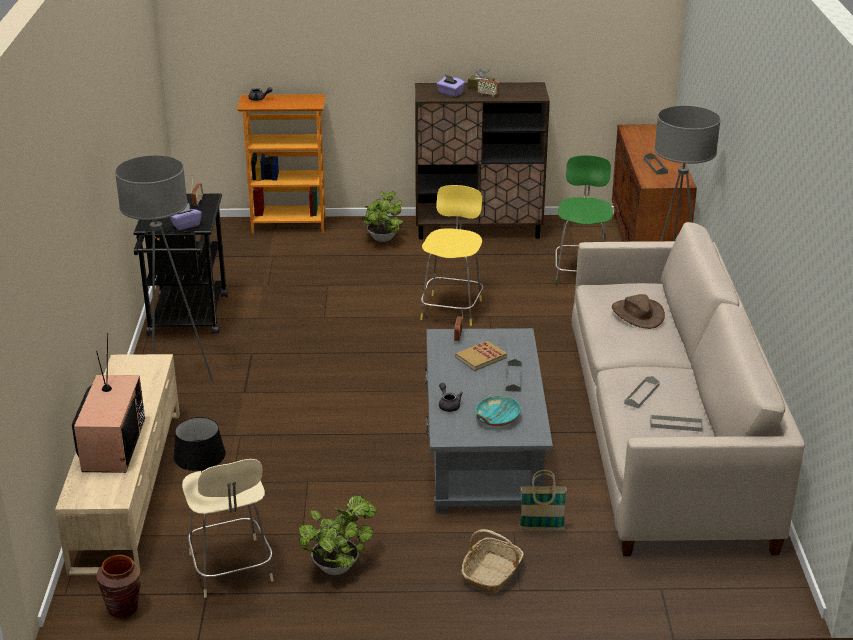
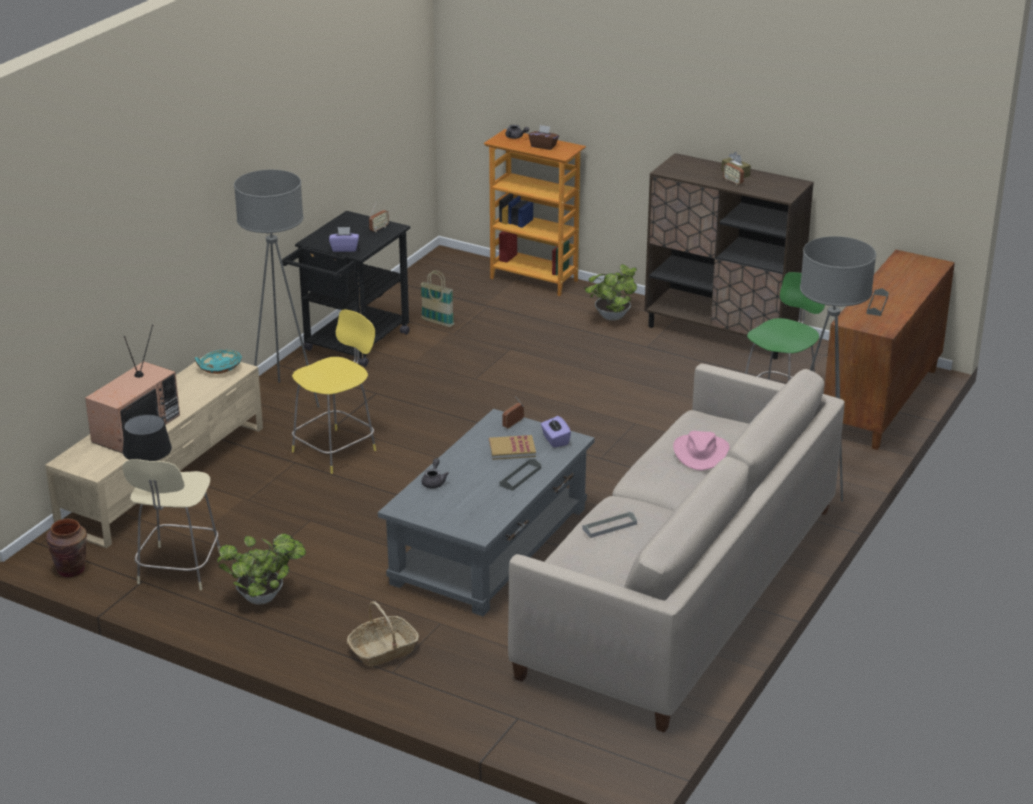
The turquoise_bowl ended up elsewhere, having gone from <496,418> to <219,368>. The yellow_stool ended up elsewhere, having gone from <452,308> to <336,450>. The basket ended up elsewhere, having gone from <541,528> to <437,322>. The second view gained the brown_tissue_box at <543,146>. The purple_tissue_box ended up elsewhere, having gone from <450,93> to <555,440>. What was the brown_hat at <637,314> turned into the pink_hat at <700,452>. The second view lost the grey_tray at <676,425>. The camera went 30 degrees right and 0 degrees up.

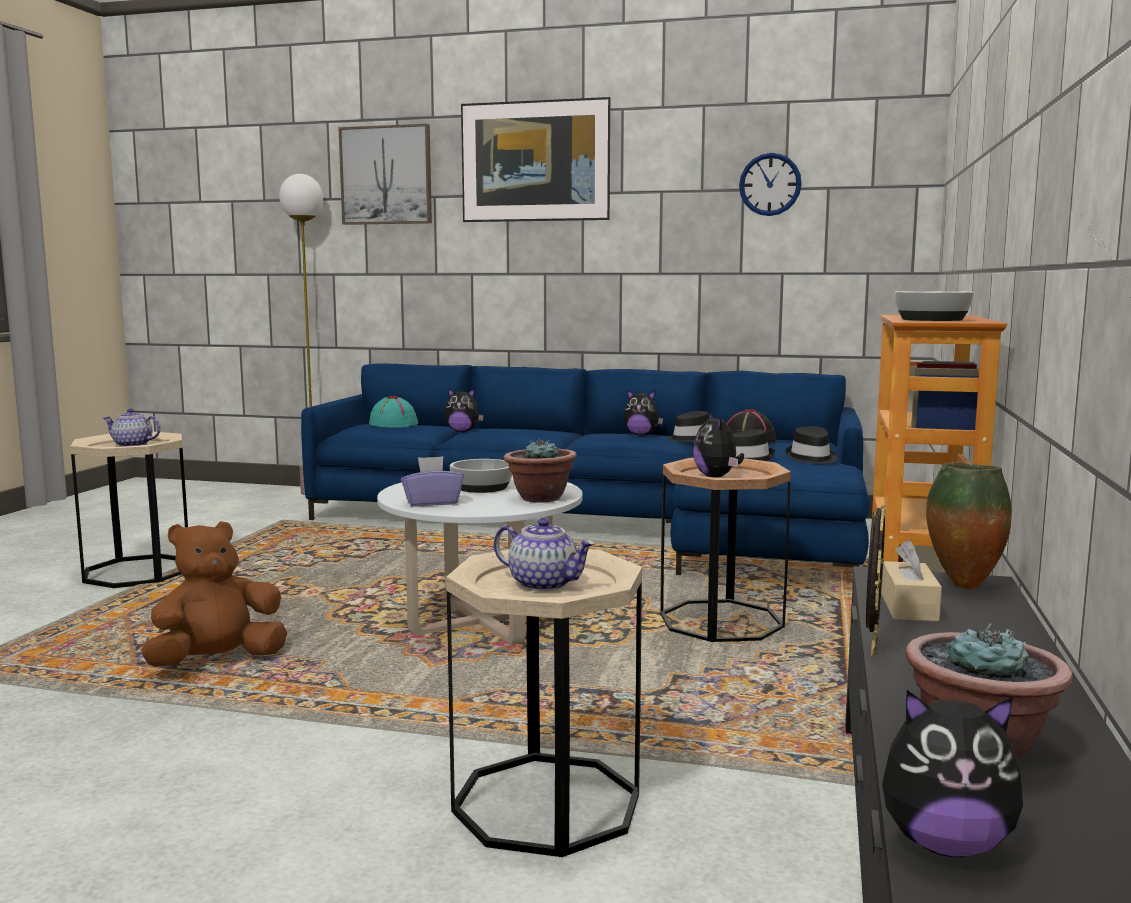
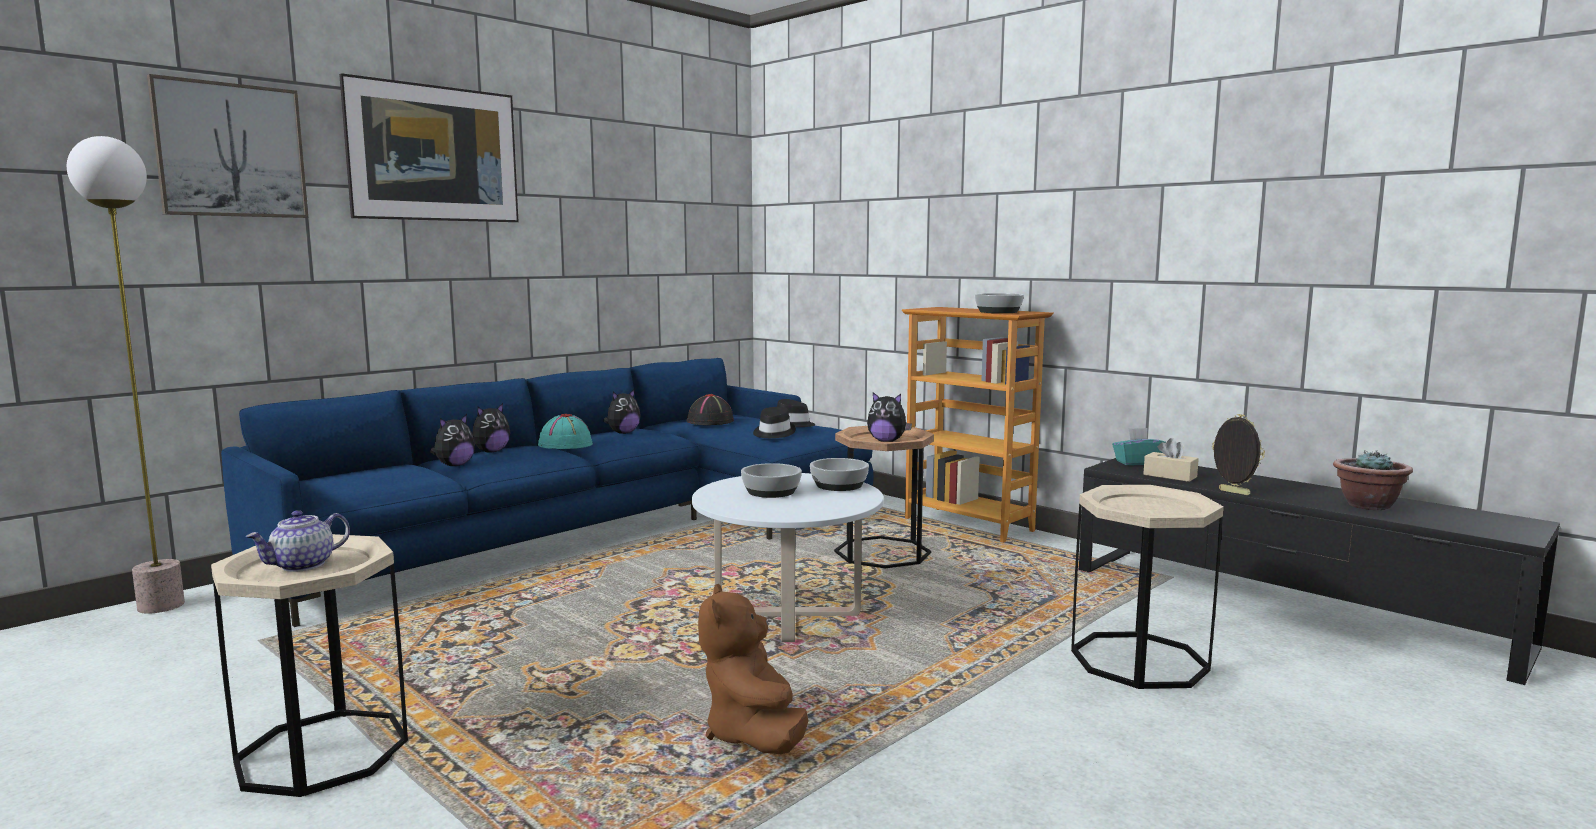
The plush_toy ended up elsewhere, having gone from <945,844> to <491,452>. The turquoise_hat ended up elsewhere, having gone from <393,424> to <565,445>. Where the potted_plant stood at <540,498>, the bowl came to stand at <839,485>. Where the vase stood at <961,585>, the turquoise_tissue_box came to stand at <1137,463>. The second view lost the purple_tissue_box at <432,502>. The second view lost the teapot at <544,584>. The second view lost the black_hat at <690,438>. The second view lost the wall_clock at <770,184>. The camera went 60 degrees left and 0 degrees up.

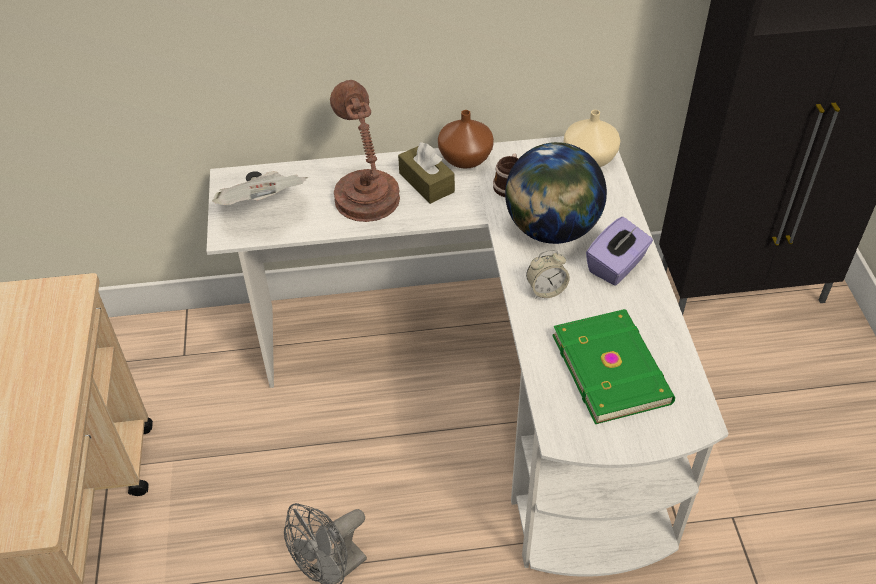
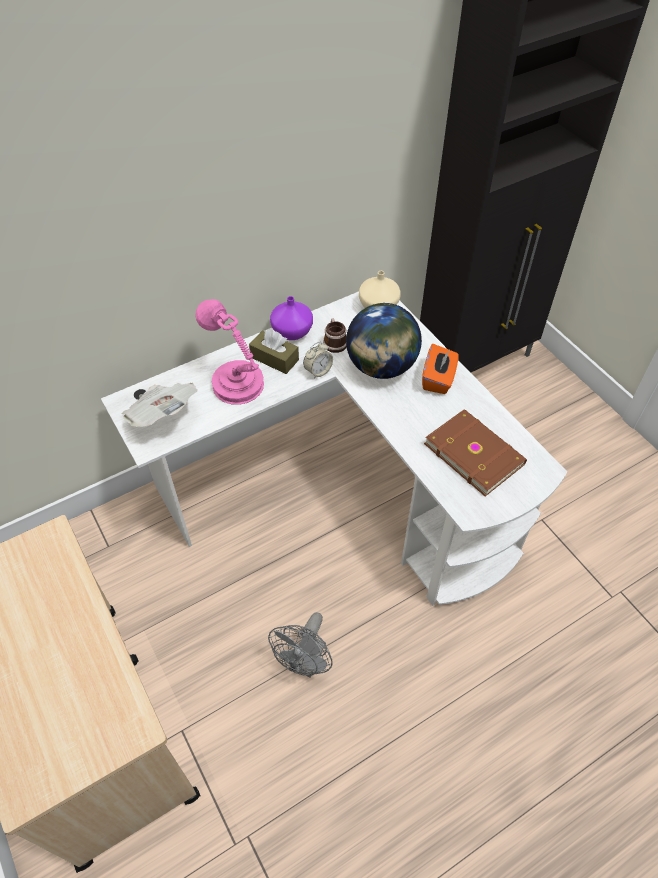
What was the brown_table_lamp at <365,195> turned into the pink_table_lamp at <235,382>. What was the brown_vase at <464,159> turned into the purple_vase at <292,332>. The alarm_clock ended up elsewhere, having gone from <546,290> to <318,371>. What was the purple_tissue_box at <616,266> turned into the orange_tissue_box at <438,379>. What was the green_book at <612,368> turned into the brown_book at <474,453>. The camera went 25 degrees left and 5 degrees up.

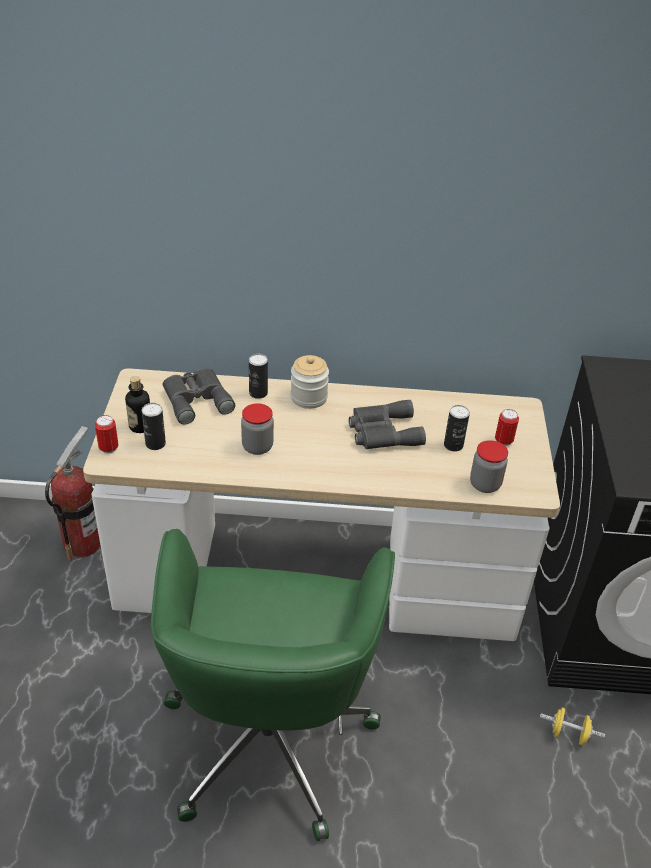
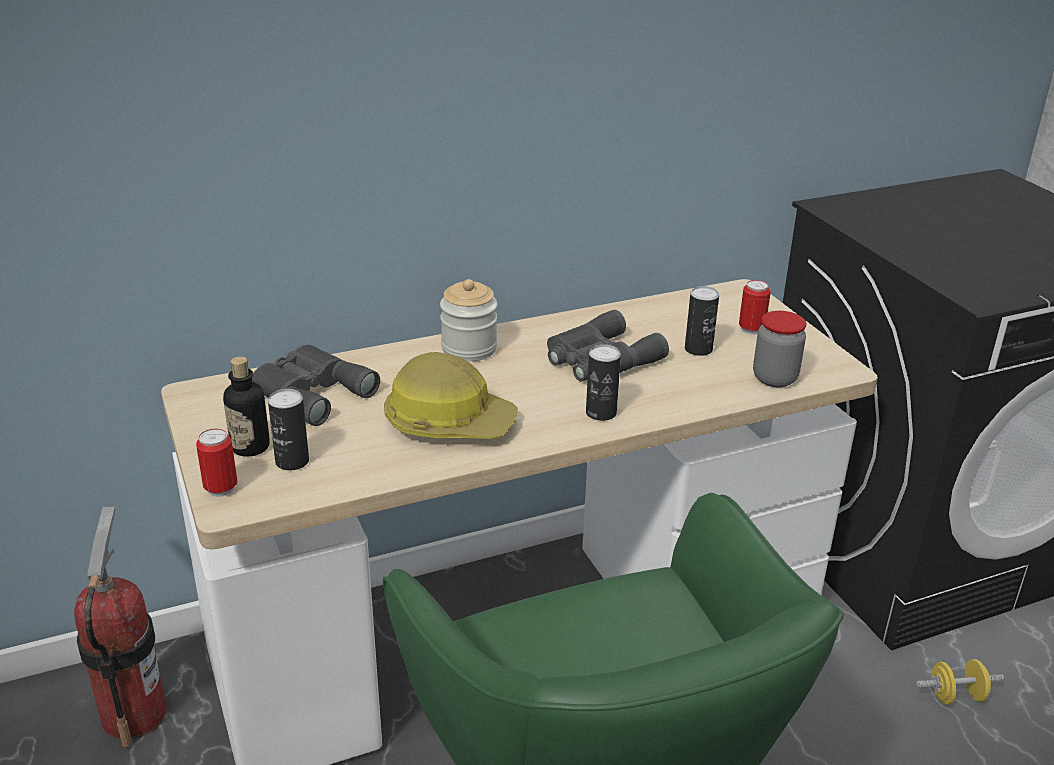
Where the jar stood at <257,447>, the hard_hat came to stand at <448,422>. The can ended up elsewhere, having gone from <258,393> to <601,413>. The camera went 25 degrees left and 10 degrees down.

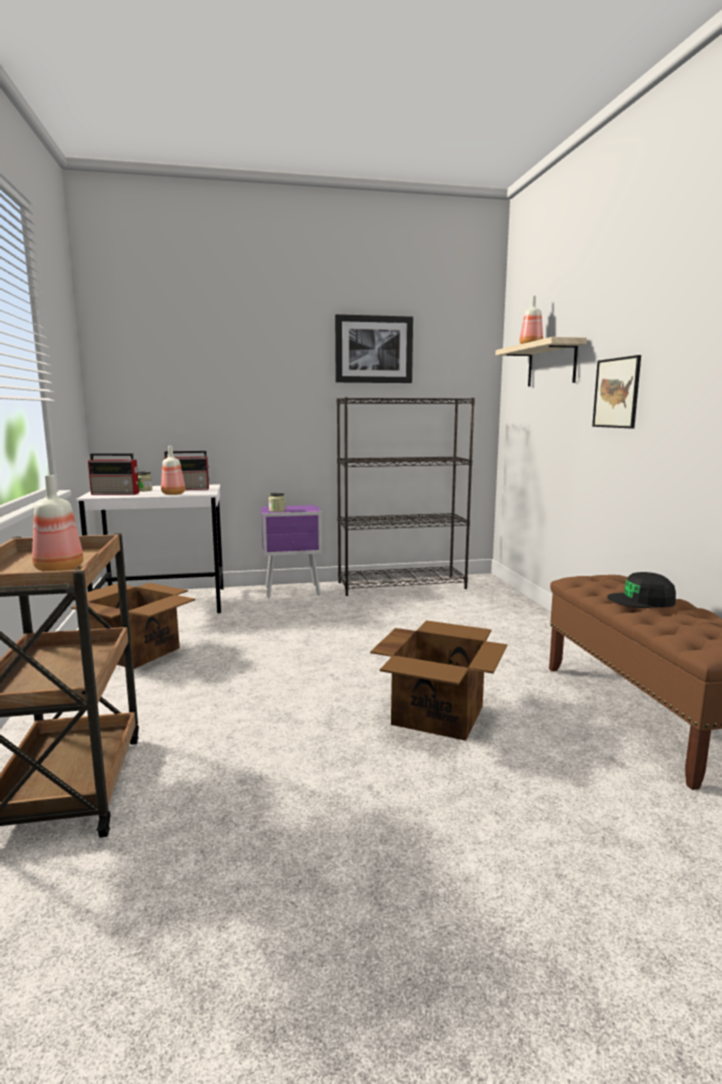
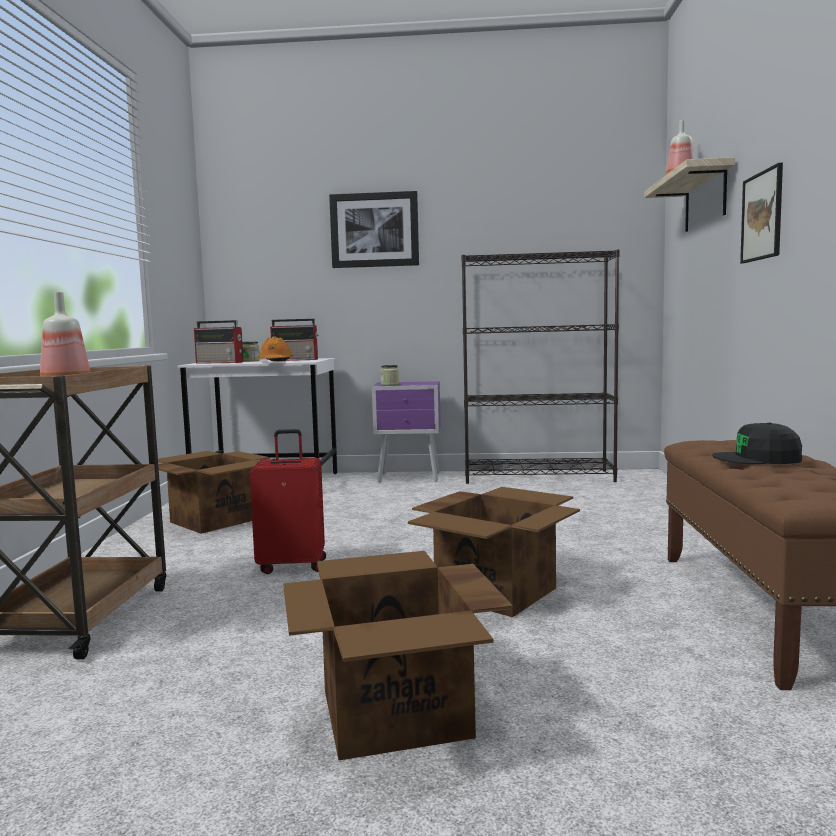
The second view gained the red_suitcase at <293,566>. Where the bottle stood at <174,494>, the orange_hard_hat came to stand at <275,362>. The second view gained the cardboard_box at <394,714>. The picture ended up elsewhere, having gone from <373,349> to <374,230>. The camera went 15 degrees right and 5 degrees down.

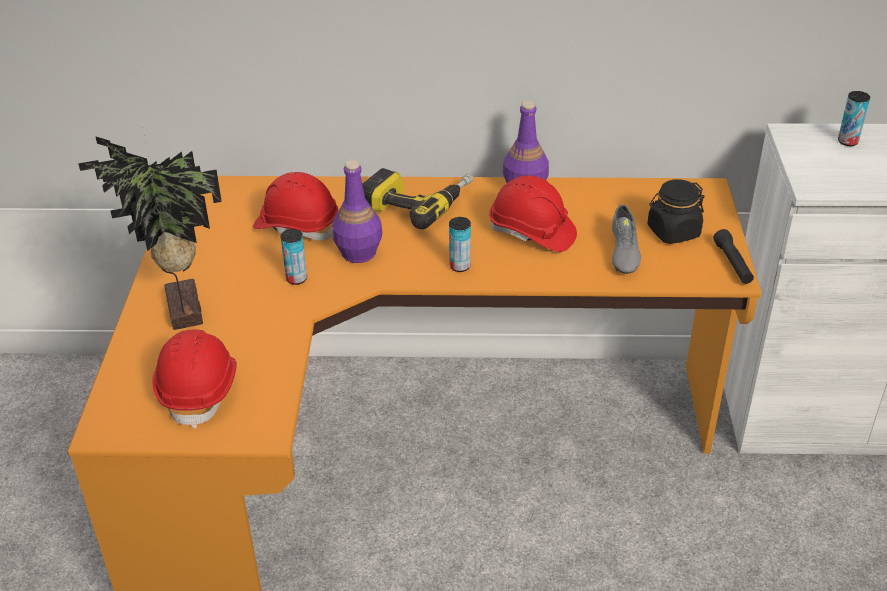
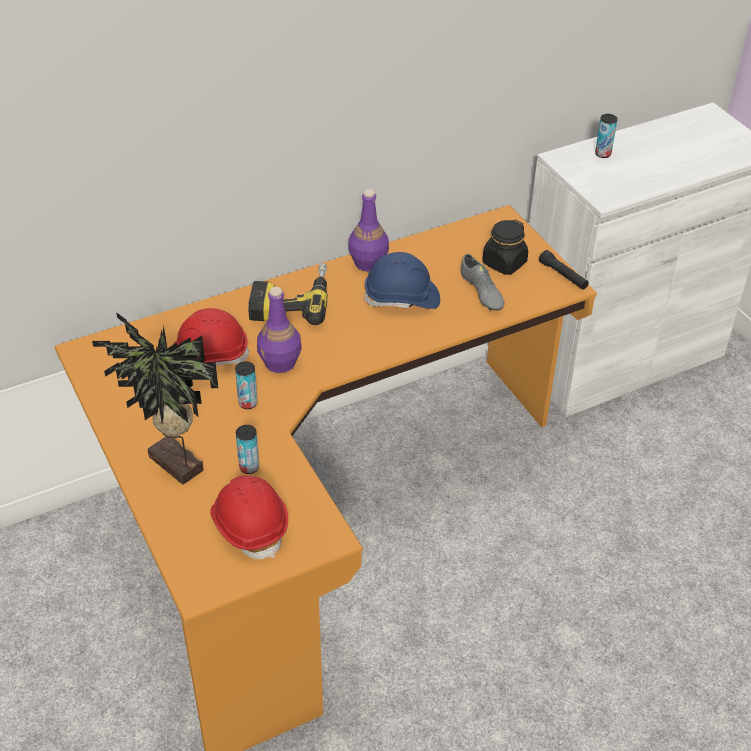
The can ended up elsewhere, having gone from <460,266> to <249,467>. What was the red_hard_hat at <532,233> turned into the blue_hard_hat at <402,298>. The camera went 30 degrees left and 5 degrees up.

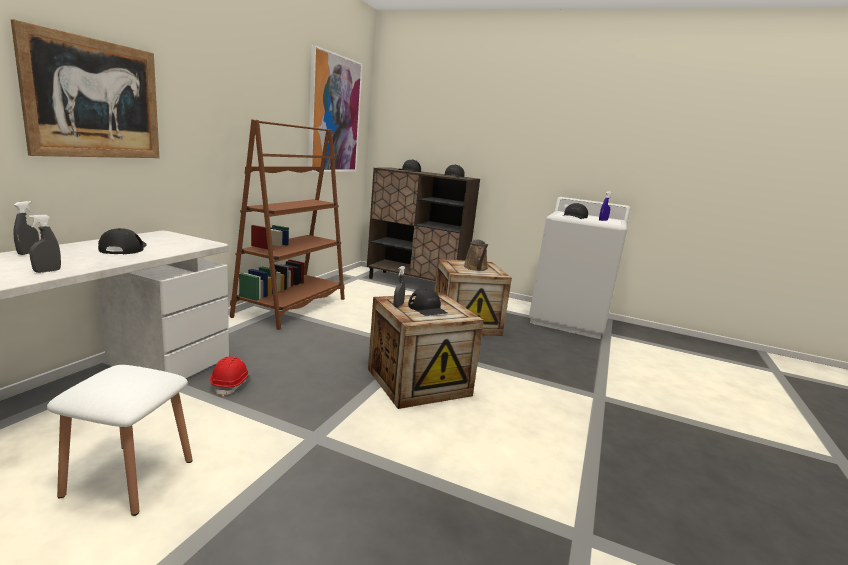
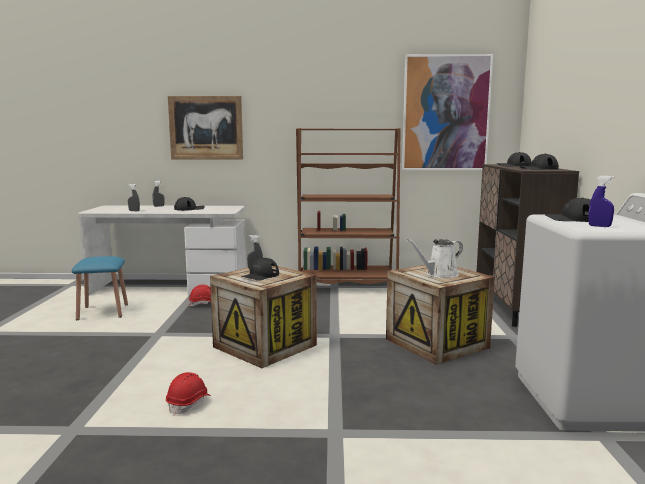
What was the white_stool at <129,477> turned into the blue_stool at <103,312>. The second view gained the red_hard_hat at <189,403>. What was the brown_watering_can at <476,268> turned into the white_watering_can at <439,274>. The camera went 70 degrees right and 5 degrees down.

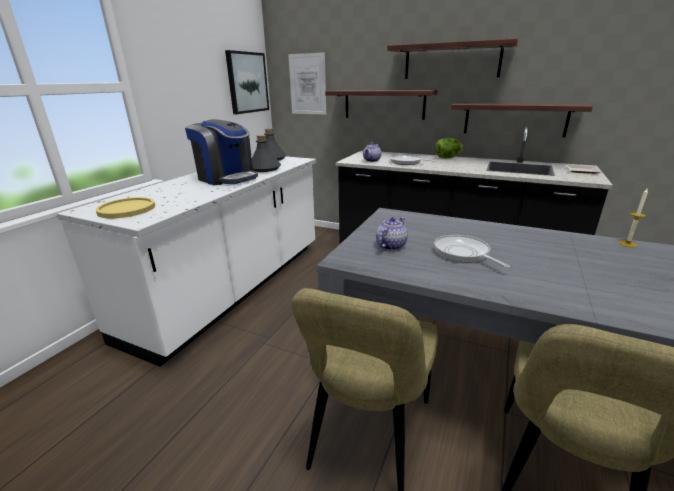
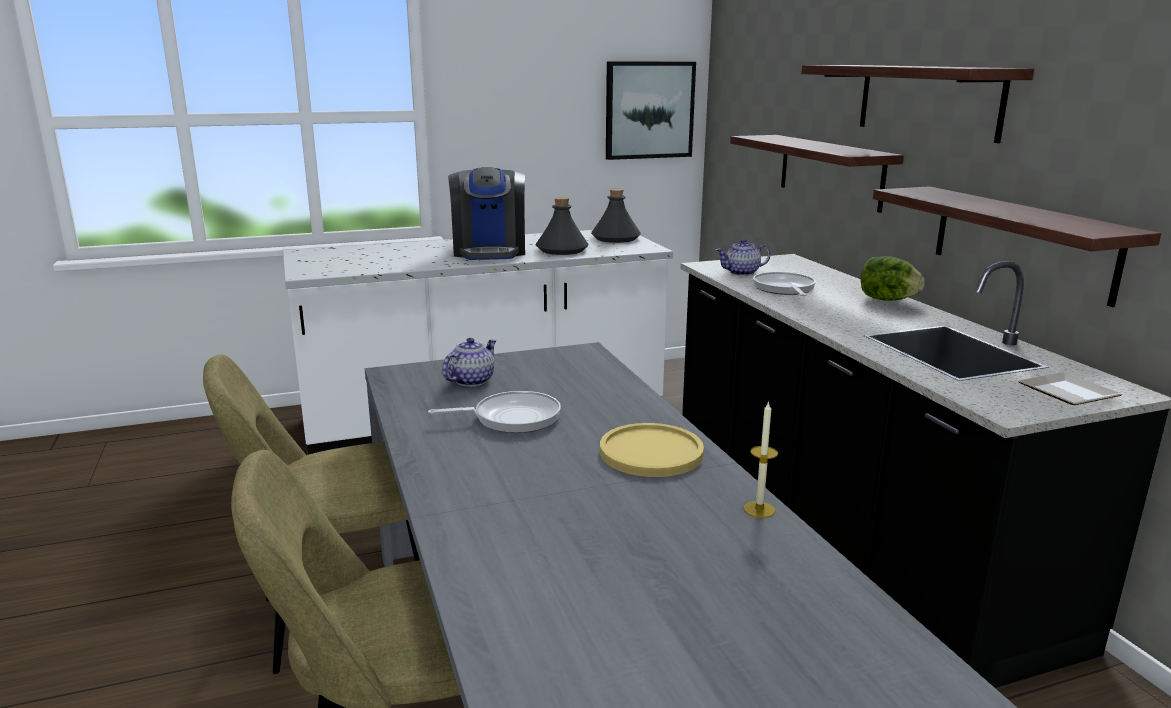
The frying_pan at <463,253> ended up facing another way, 60 degrees clockwise from before. The teapot at <390,246> ended up facing another way, 45 degrees counterclockwise from before. The yellow_plate ended up elsewhere, having gone from <127,209> to <651,452>. The second view lost the picture at <307,84>. The camera went 45 degrees right and 5 degrees down.

